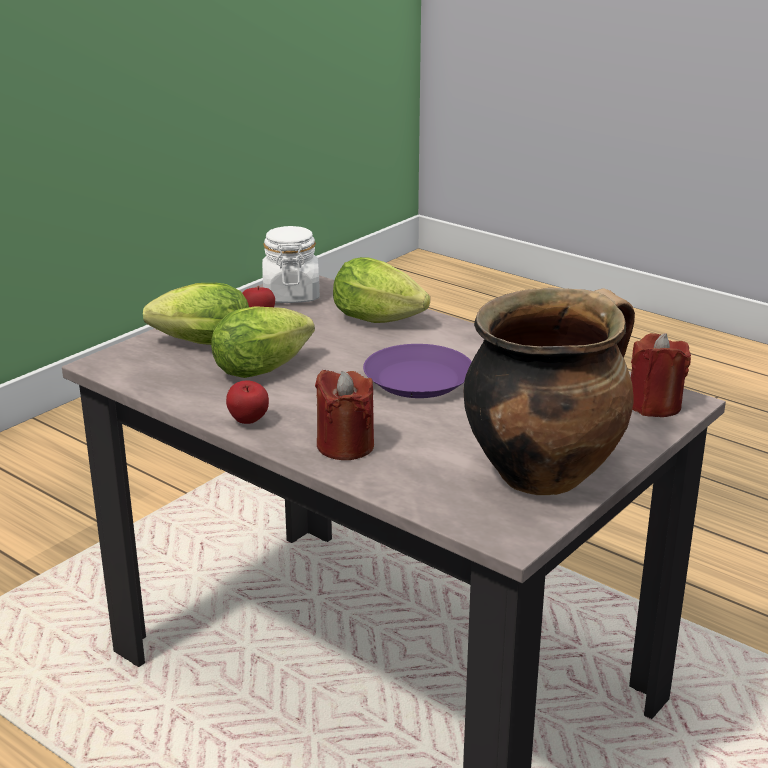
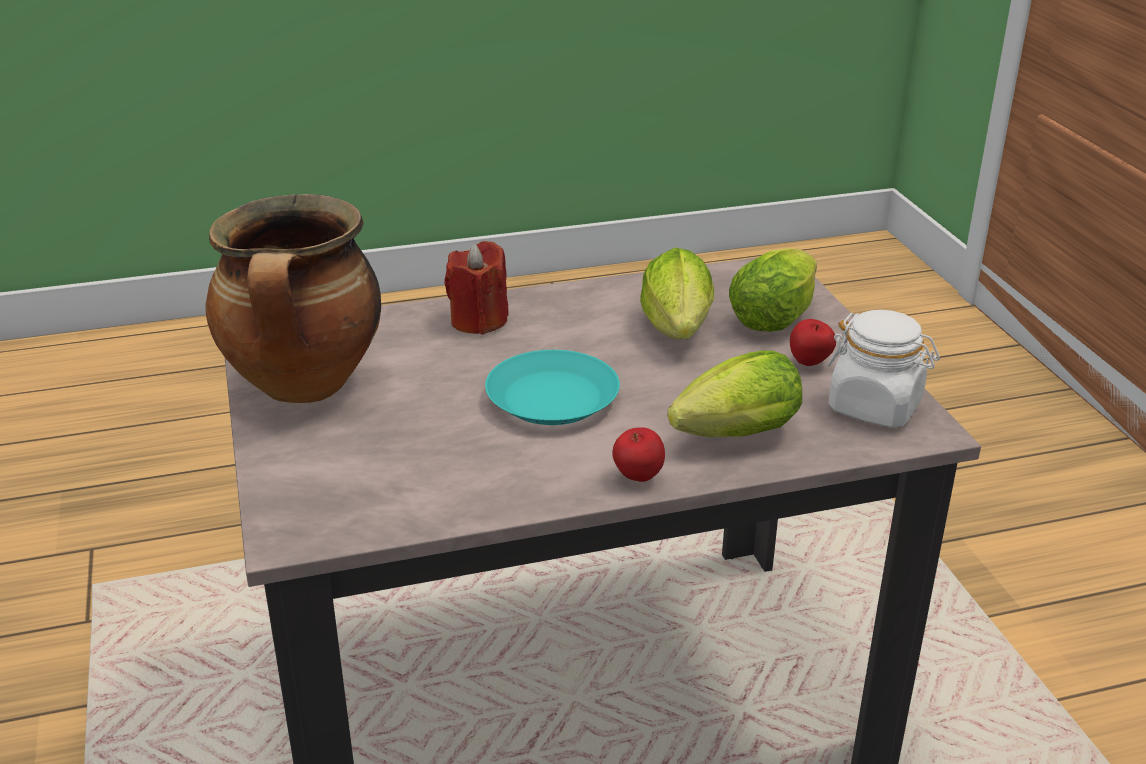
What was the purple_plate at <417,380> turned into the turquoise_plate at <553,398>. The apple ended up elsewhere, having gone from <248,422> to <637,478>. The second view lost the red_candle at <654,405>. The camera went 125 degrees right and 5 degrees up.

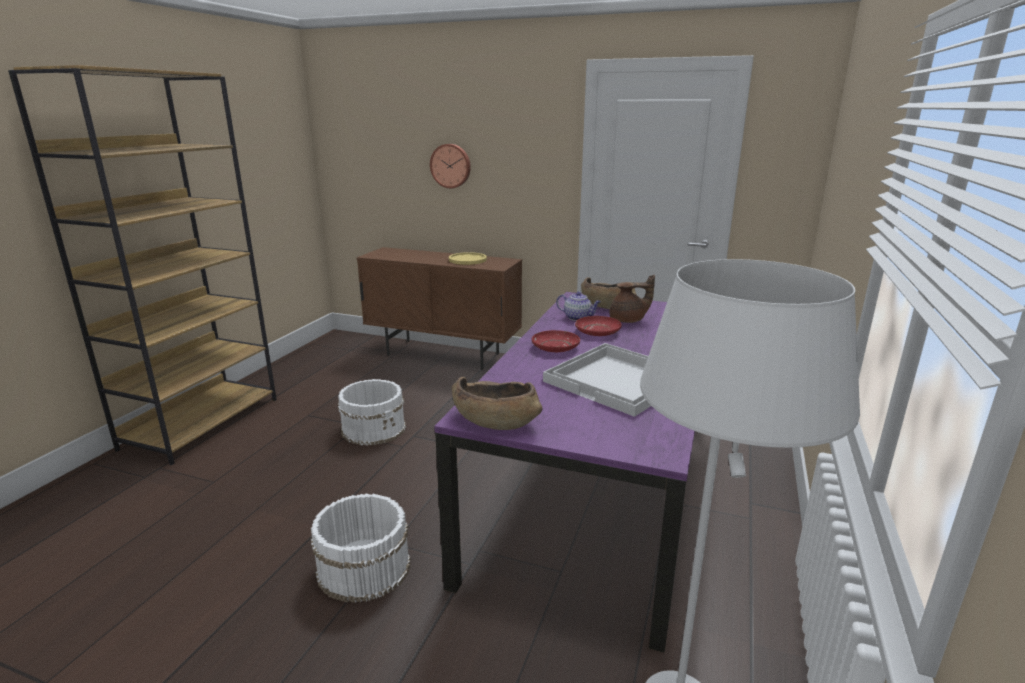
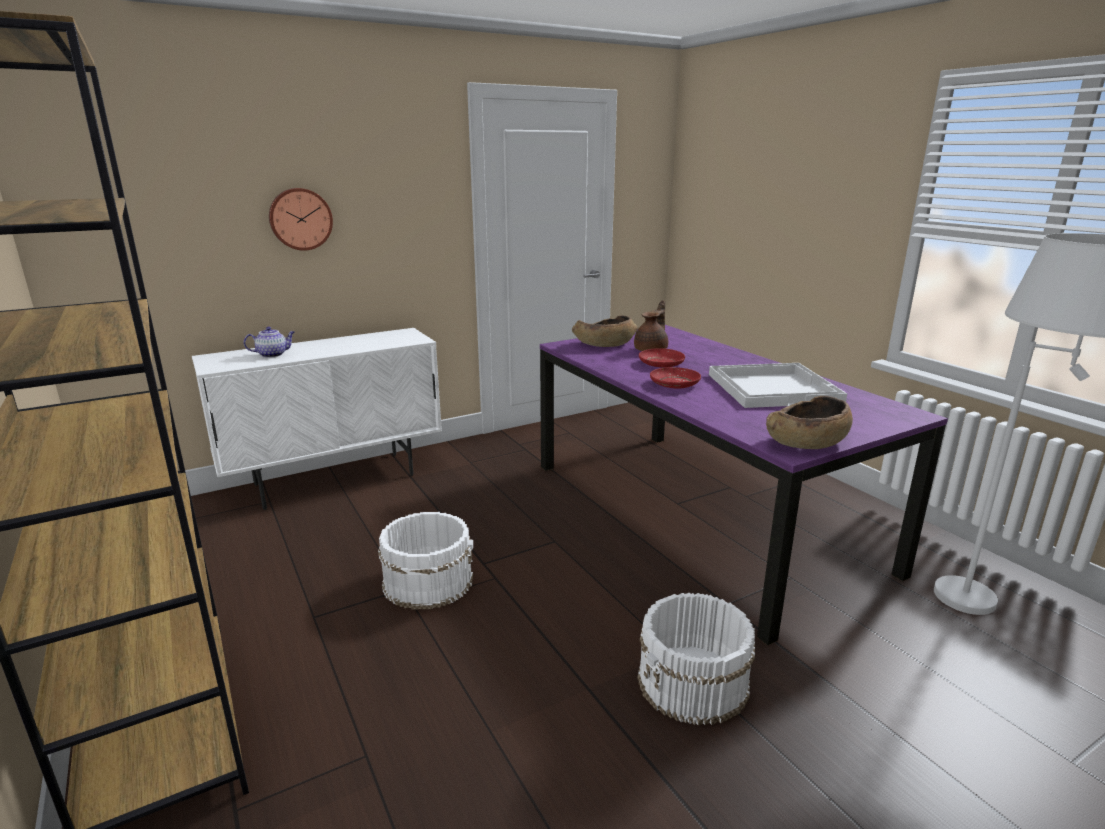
What was the brown_cabinet at <443,355> turned into the white_cabinet at <335,480>. The teapot ended up elsewhere, having gone from <578,317> to <273,354>. The second view lost the yellow_plate at <467,260>. The camera went 50 degrees left and 0 degrees up.

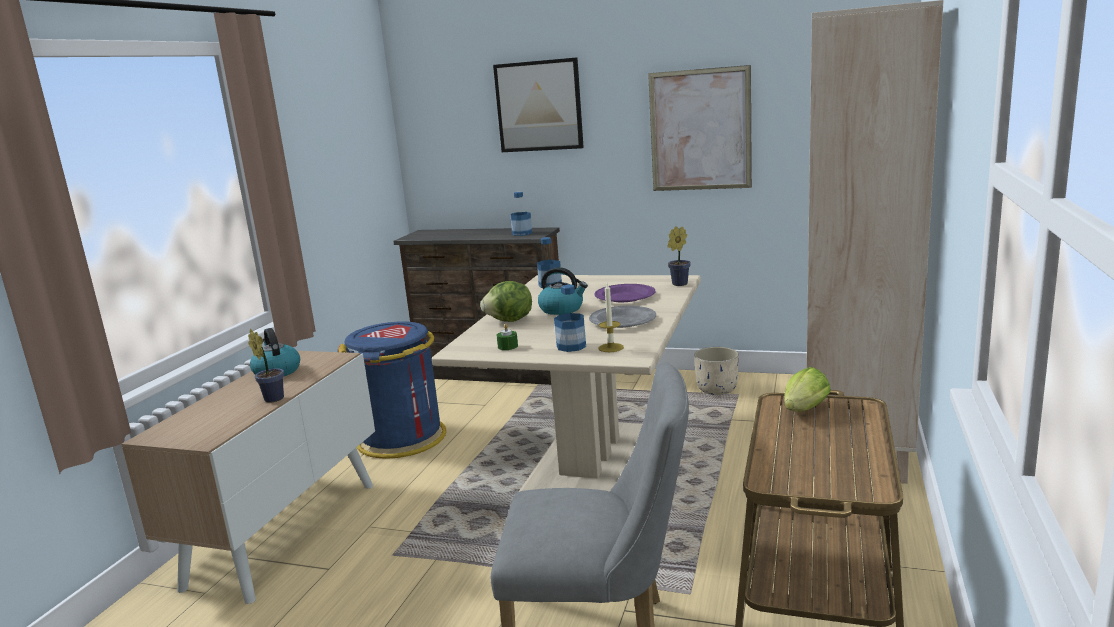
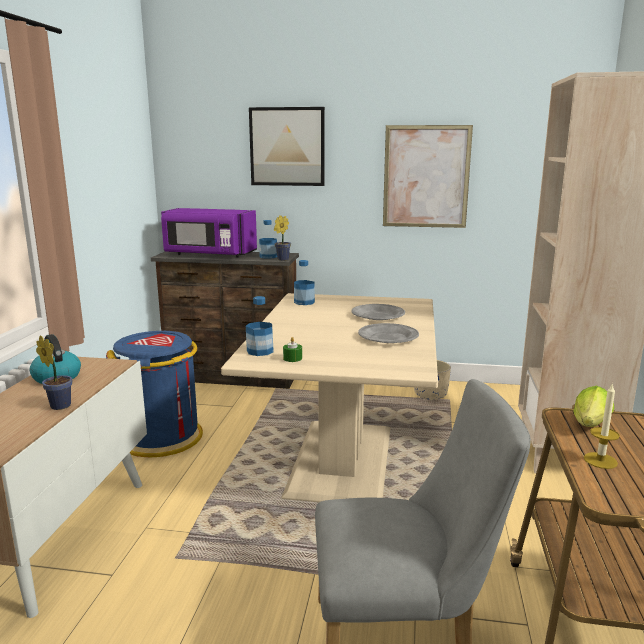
The second view gained the purple_microwave at <209,254>. The bottle ended up elsewhere, having gone from <571,346> to <260,351>. The potted_plant ended up elsewhere, having gone from <678,284> to <281,259>. What was the purple_plate at <625,297> turned into the grey_plate at <378,315>. The candle ended up elsewhere, having gone from <611,348> to <600,460>. The second view lost the lettuce at <510,321>. The second view lost the kettle at <562,309>. The camera went 10 degrees left and 0 degrees up.

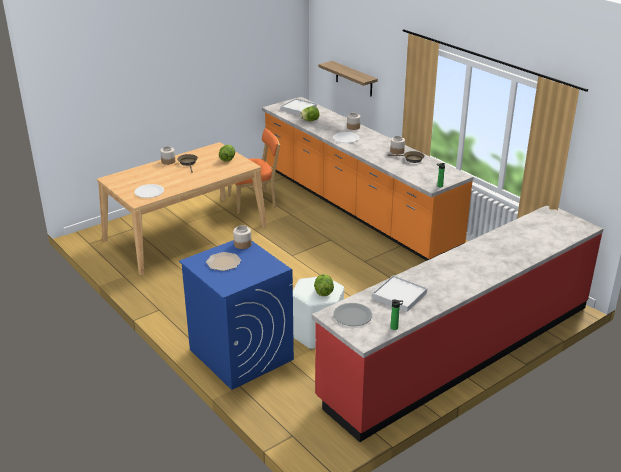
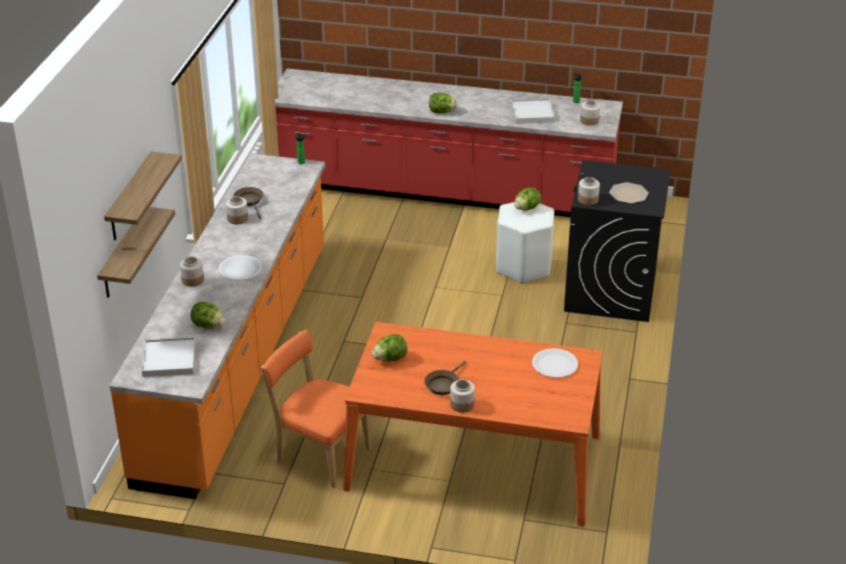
The second view gained the shelf at <130,198>. What was the beige_dining_table at <185,233> turned into the orange_dining_table at <474,462>. The second view gained the lettuce at <441,112>. What was the blue_washing_machine at <240,354> turned into the black_washing_machine at <611,291>. Where the grey_plate stood at <352,316>, the jar came to stand at <589,120>. The camera went 130 degrees left and 5 degrees up.

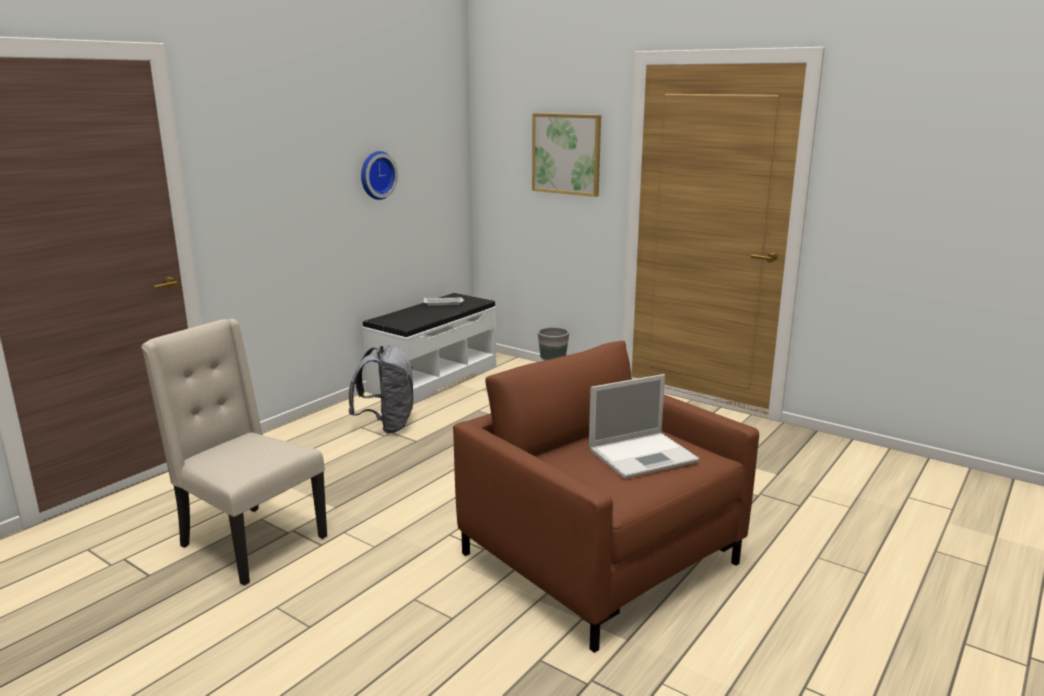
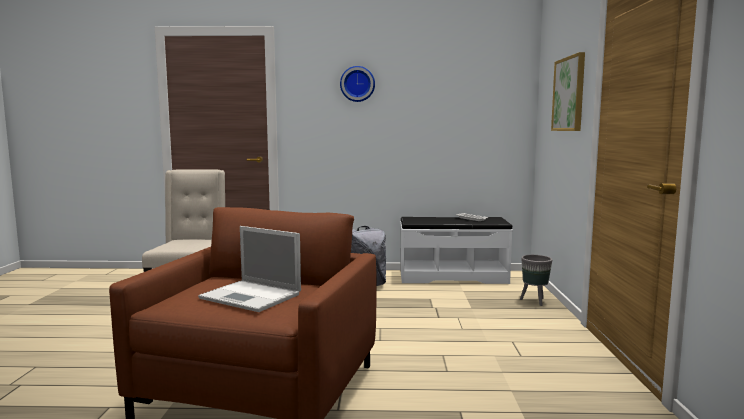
The wall_clock ended up elsewhere, having gone from <376,175> to <357,84>. The camera went 55 degrees right and 10 degrees down.

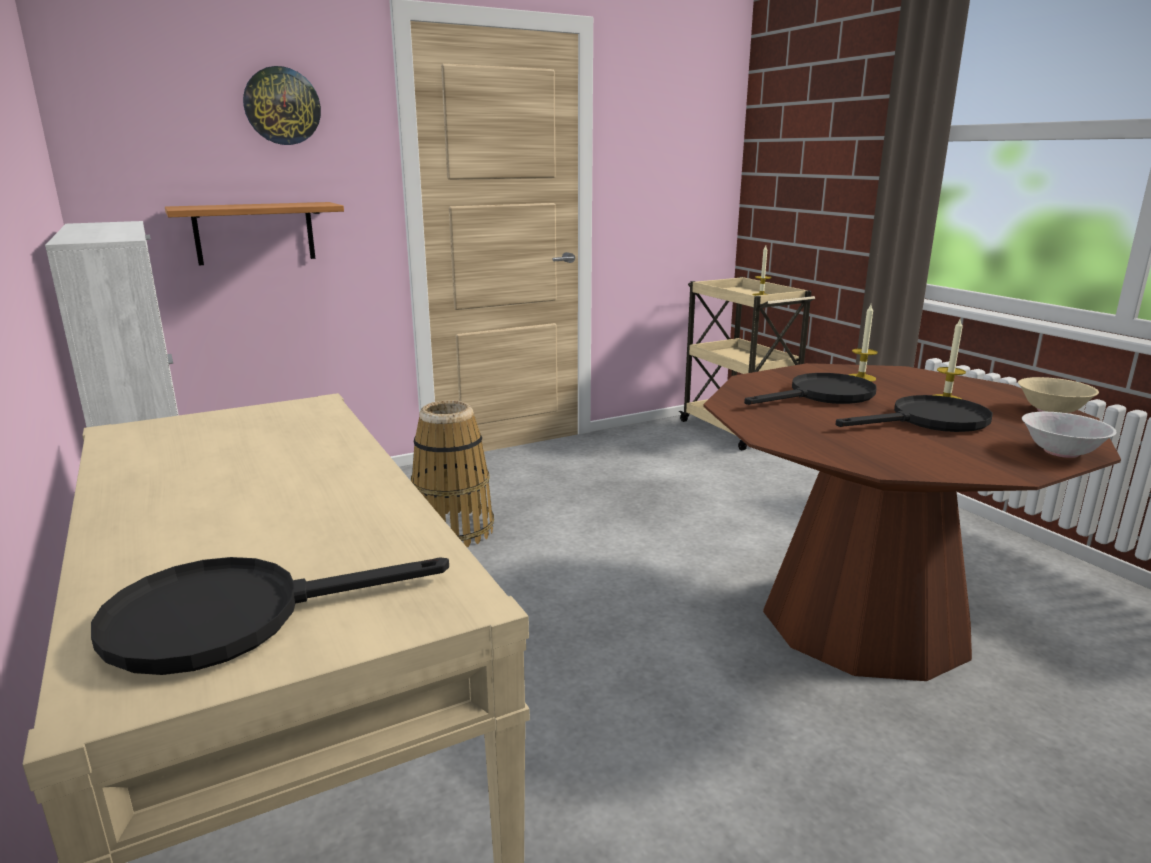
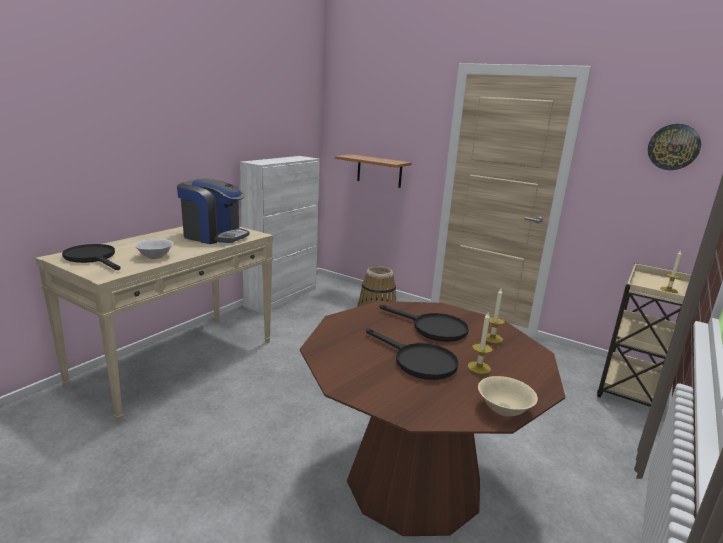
The white_bowl ended up elsewhere, having gone from <1061,452> to <154,256>. The second view gained the coffee_machine at <214,236>. The wall_clock ended up elsewhere, having gone from <282,106> to <673,147>. The camera went 60 degrees right and 0 degrees up.

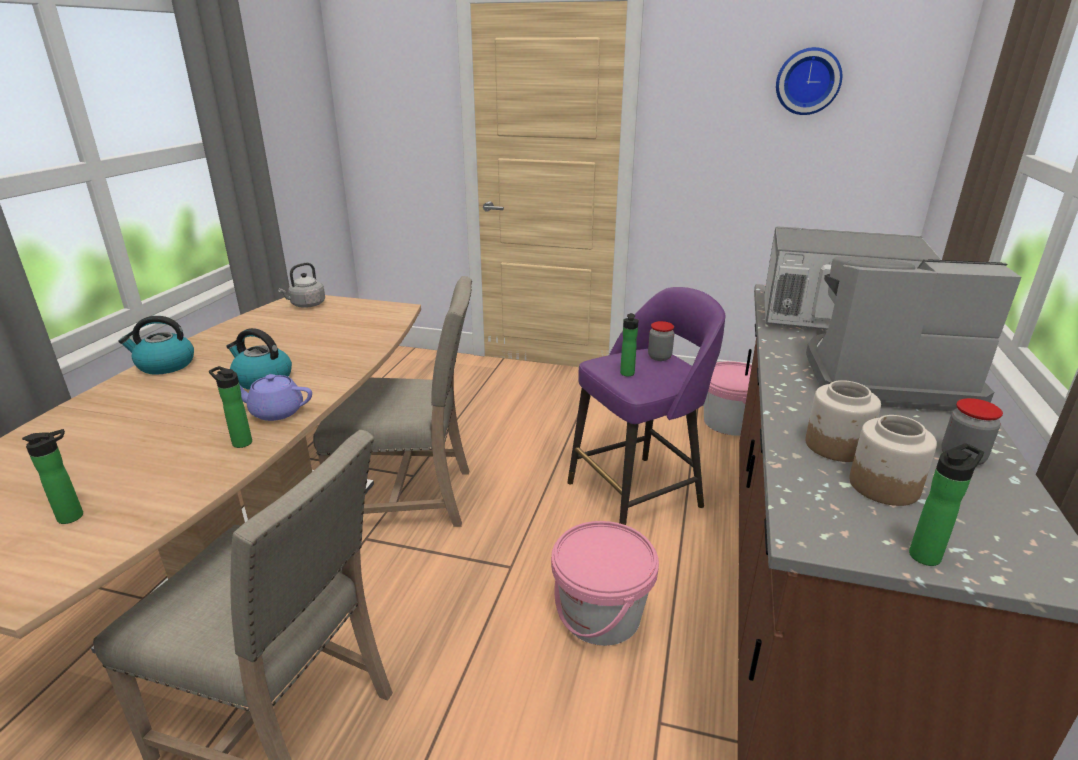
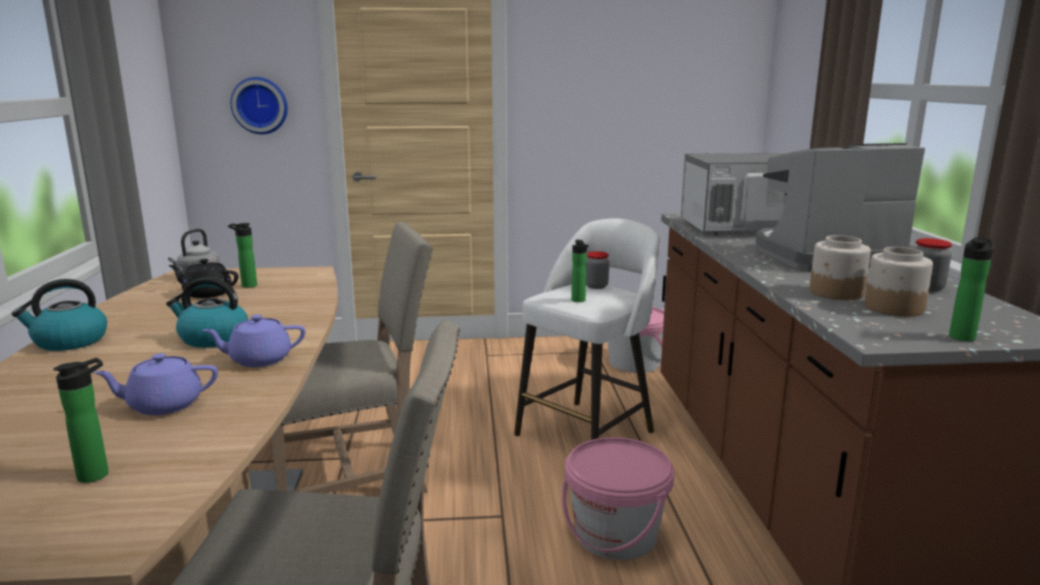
The second view gained the purple_teapot at <163,405>. The second view gained the black_teapot at <206,294>. The bottle ended up elsewhere, having gone from <240,442> to <247,285>. The wall_clock ended up elsewhere, having gone from <808,81> to <260,105>. What was the purple_stool at <638,493> turned into the white_stool at <587,432>. The camera went 20 degrees left and 10 degrees down.

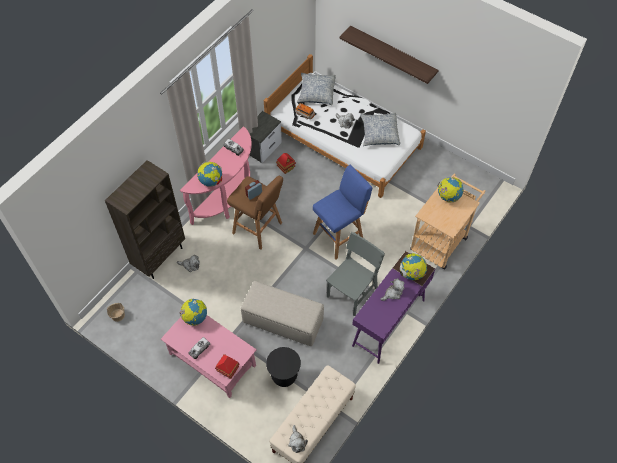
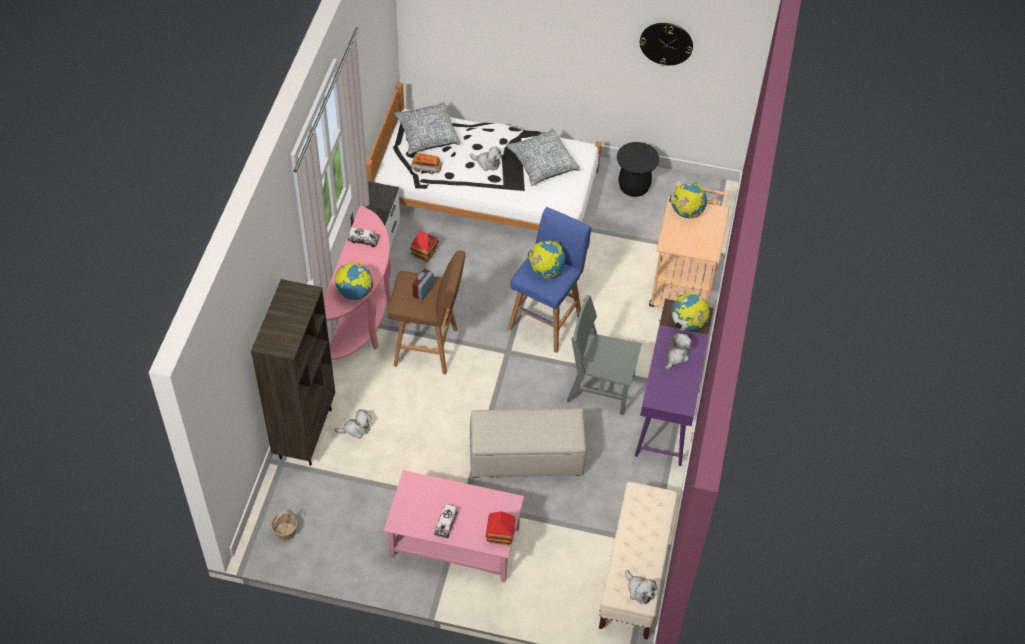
The globe ended up elsewhere, having gone from <195,317> to <546,270>. The grey_chair at <352,292> ended up facing another way, 90 degrees counterclockwise from before. The black_stool ended up elsewhere, having gone from <284,376> to <633,187>. The second view gained the wall_clock at <666,43>. The second view lost the shelf at <392,54>. The camera went 25 degrees left and 5 degrees down.

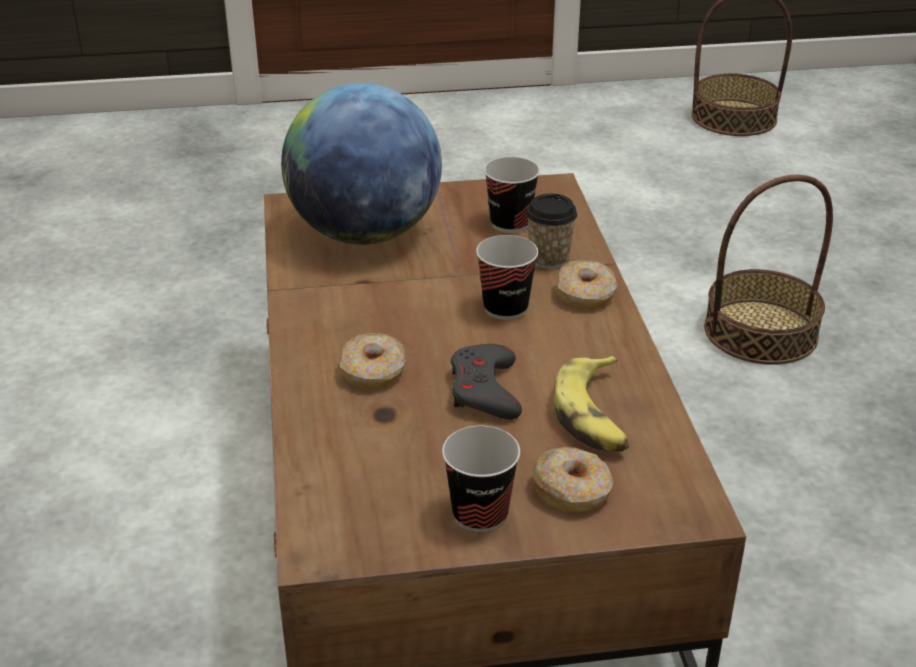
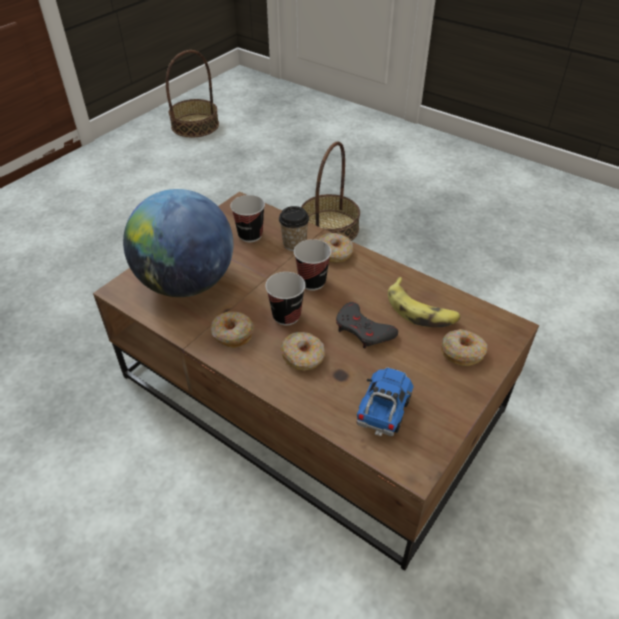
The second view gained the donut at <232,334>. The cup ended up elsewhere, having gone from <480,514> to <286,316>. The second view gained the toy_truck at <384,411>. The camera went 45 degrees left and 10 degrees up.

